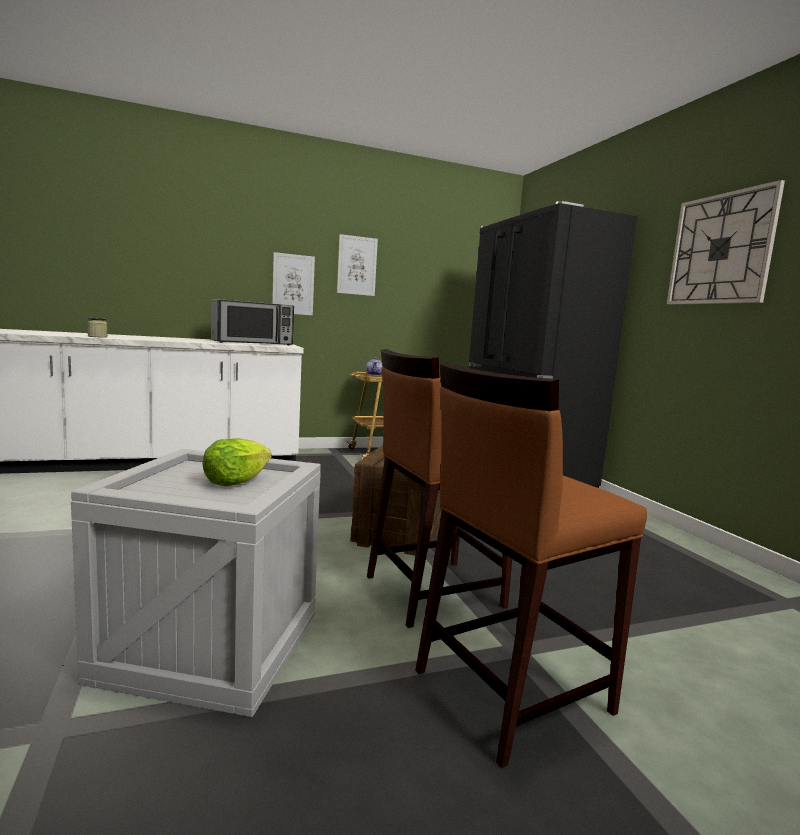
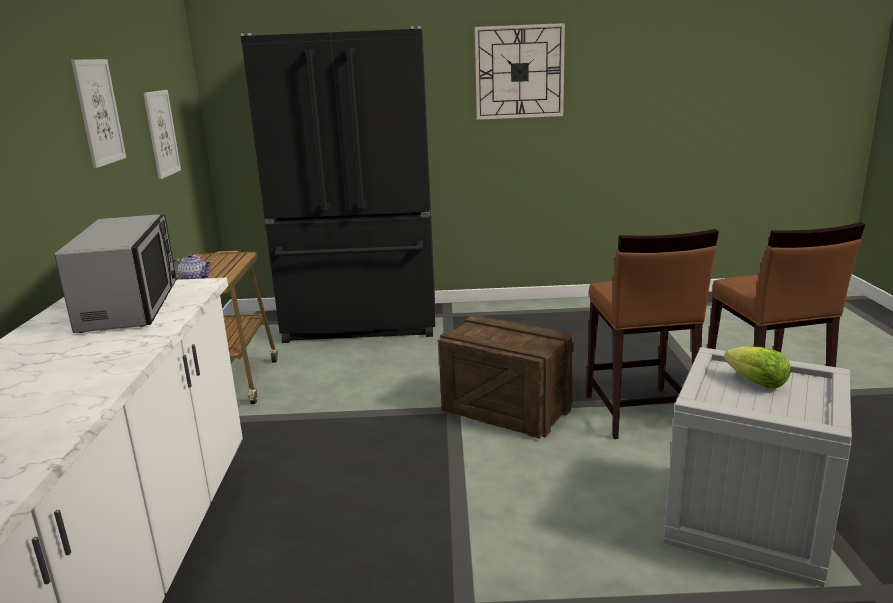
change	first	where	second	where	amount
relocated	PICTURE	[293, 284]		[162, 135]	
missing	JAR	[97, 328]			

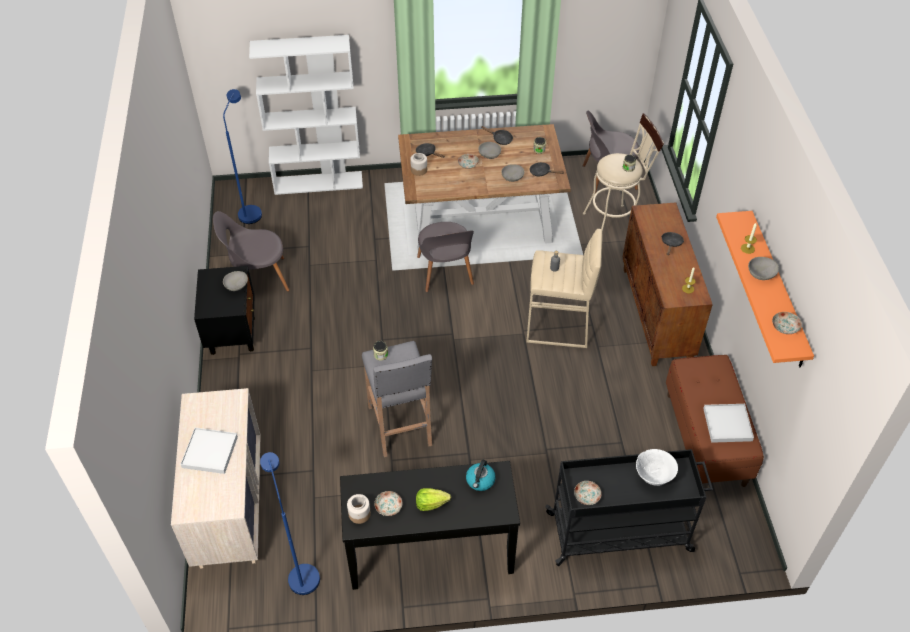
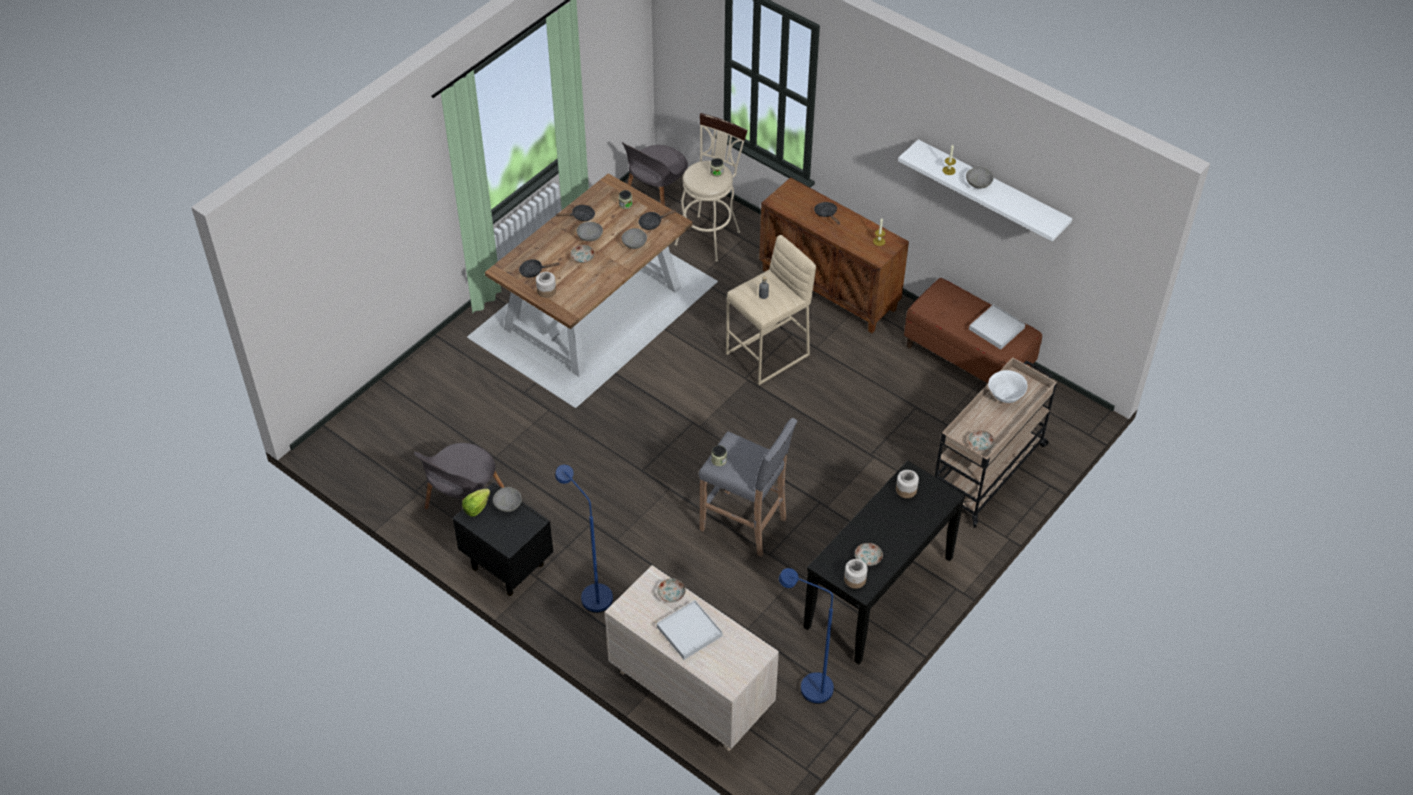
change	first	where	second	where	amount
missing	WHITE BOOKCASE	[306, 115]			
relocated	BLUE FLOOR LAMP	[242, 156]		[584, 539]	
colour	ORANGE SHELF	[765, 289]	WHITE SHELF	[985, 190]	
missing	GREY CHAIR	[445, 257]			
relocated	PLATE	[787, 323]		[671, 590]	
colour	BLACK CART	[629, 507]	BEIGE CART	[995, 442]	
exchanged	KETTLE	[481, 475]	JAR	[907, 484]	
relocated	LETTUCE	[433, 499]		[476, 503]	

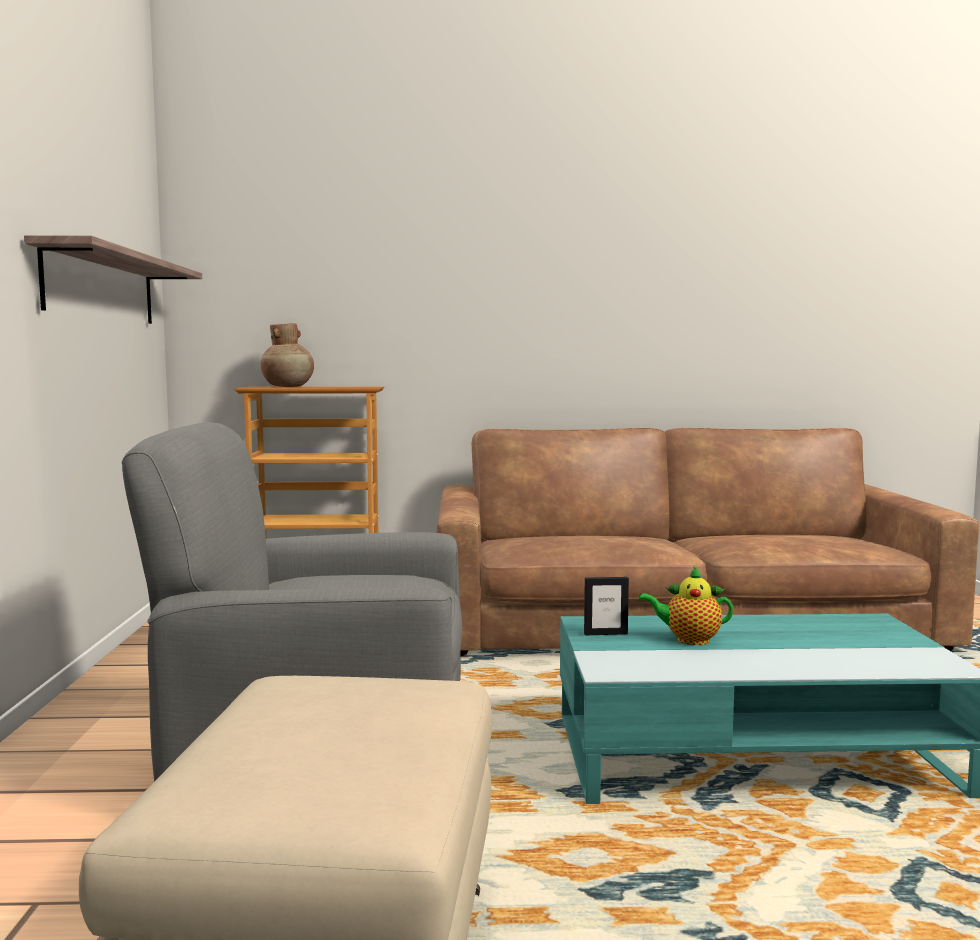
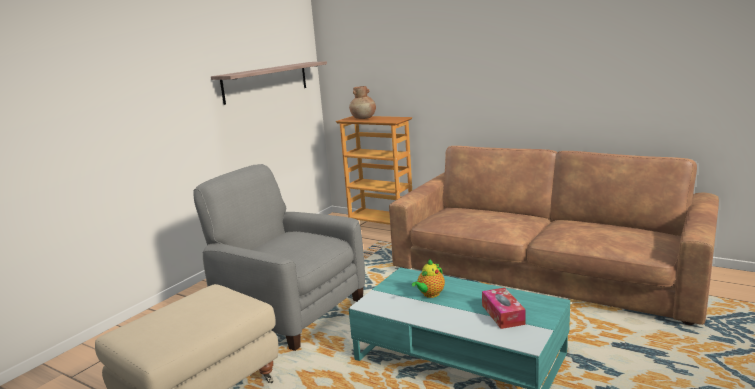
change	first	where	second	where	amount
spun	TEAPOT	[685, 605]		[428, 278]	90 degrees counterclockwise
missing	PICTURE FRAME	[606, 606]			
appeared			TISSUE BOX	[504, 308]	

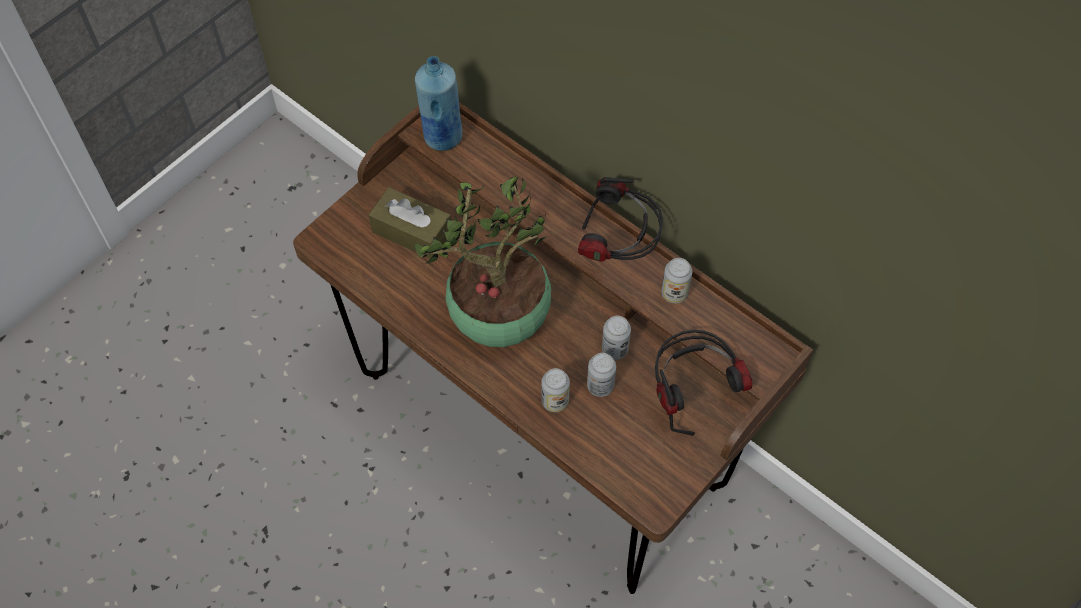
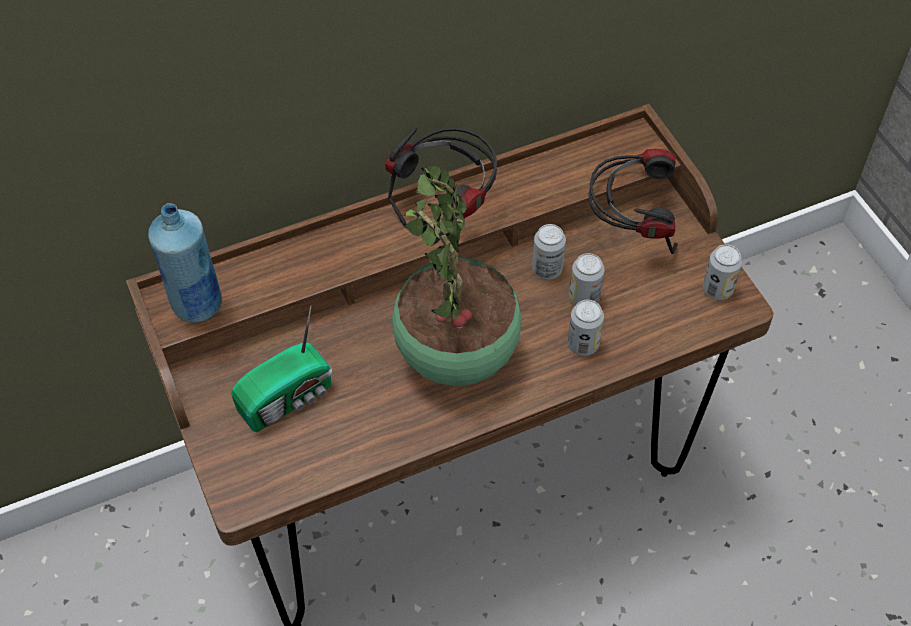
change	first	where	second	where	amount
exchanged	BROWN TISSUE BOX	[410, 223]	RADIO	[281, 369]	
relocated	CAN	[676, 280]		[722, 272]	

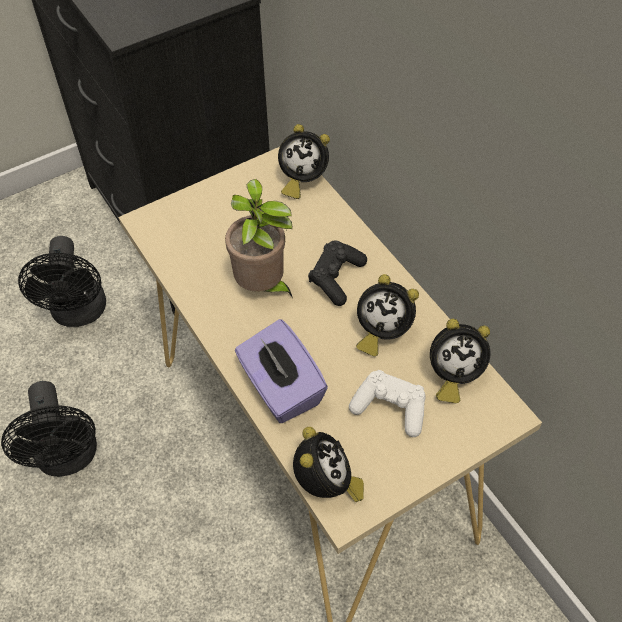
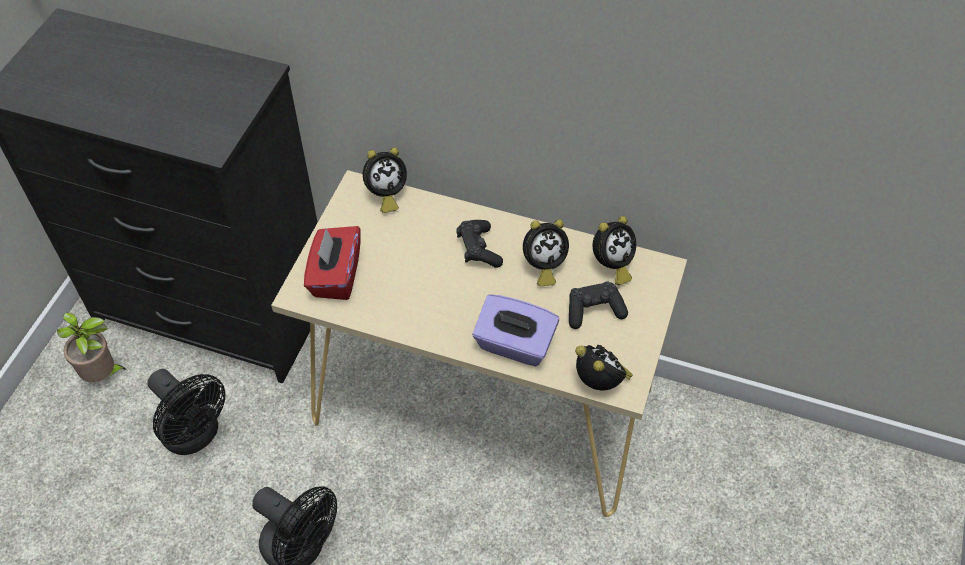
change	first	where	second	where	amount
relocated	POTTED PLANT	[259, 238]		[92, 347]	
colour	WHITE GAME CONTROLLER	[387, 403]	BLACK GAME CONTROLLER	[598, 305]	
appeared			RED TISSUE BOX	[332, 263]	

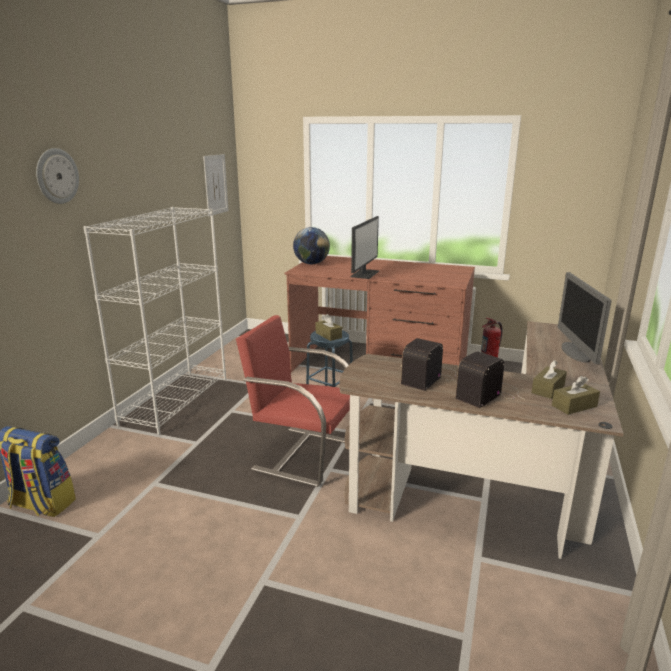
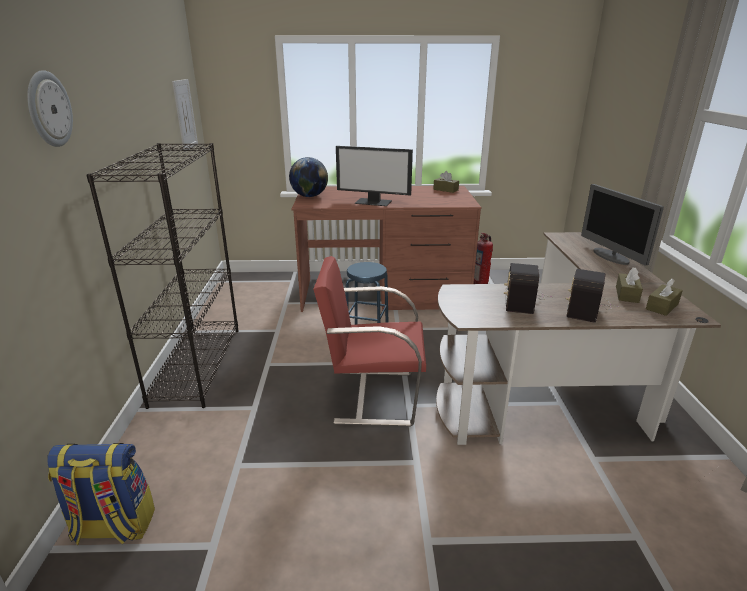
change	first	where	second	where	amount
colour	WHITE BOOKCASE	[155, 321]	BLACK BOOKCASE	[163, 276]	
spun	MONITOR	[364, 247]		[374, 176]	105 degrees clockwise
relocated	BROWN TISSUE BOX	[329, 327]		[446, 182]	

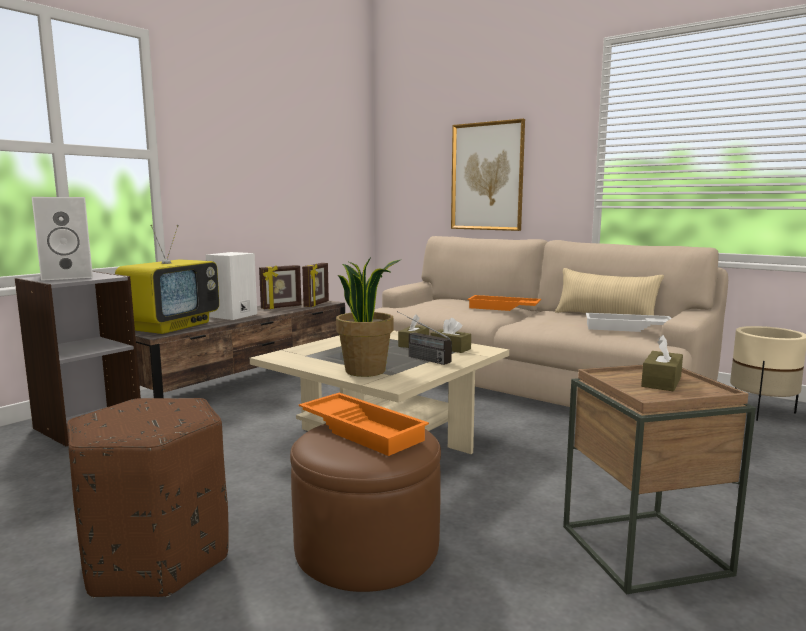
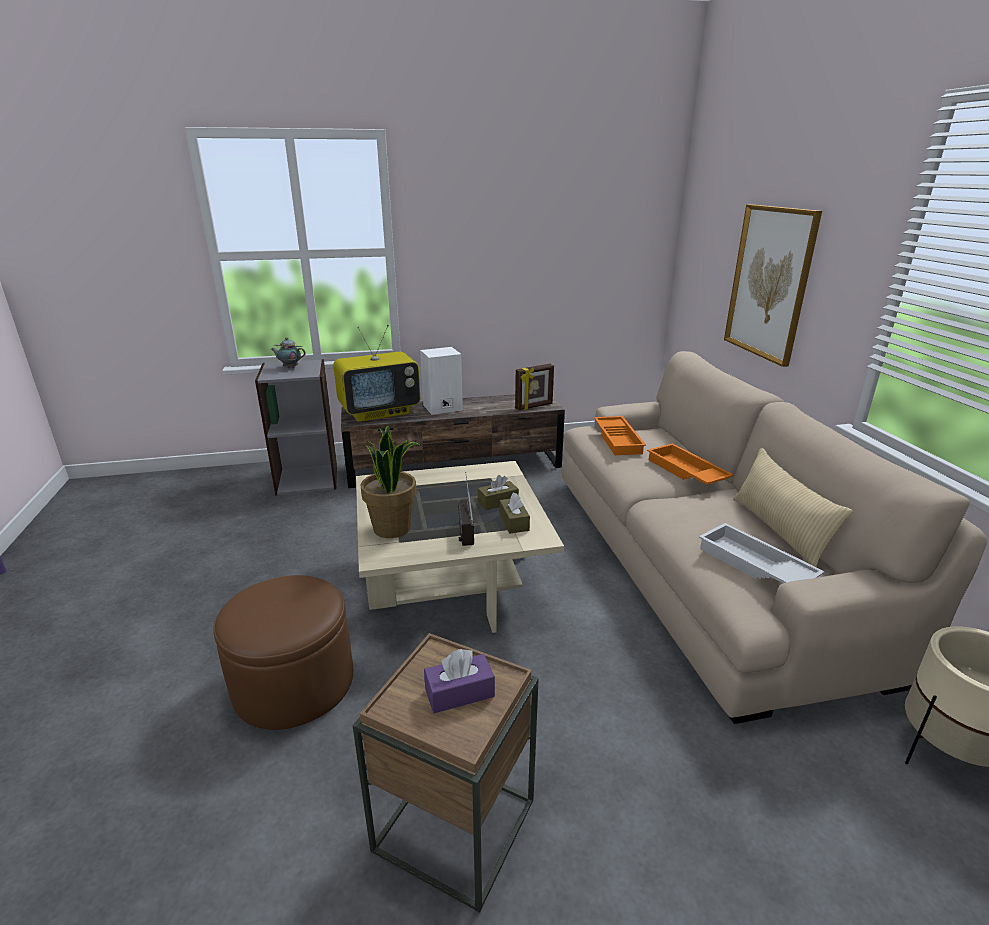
change	first	where	second	where	amount
exchanged	WHITE SPEAKER	[62, 239]	TEAPOT	[288, 352]	
missing	PICTURE FRAME	[280, 287]			
colour	BROWN TISSUE BOX	[662, 363]	PURPLE TISSUE BOX	[459, 681]	
relocated	ORANGE TRAY	[364, 424]		[620, 435]	
missing	BROWN OTTOMAN	[148, 498]			

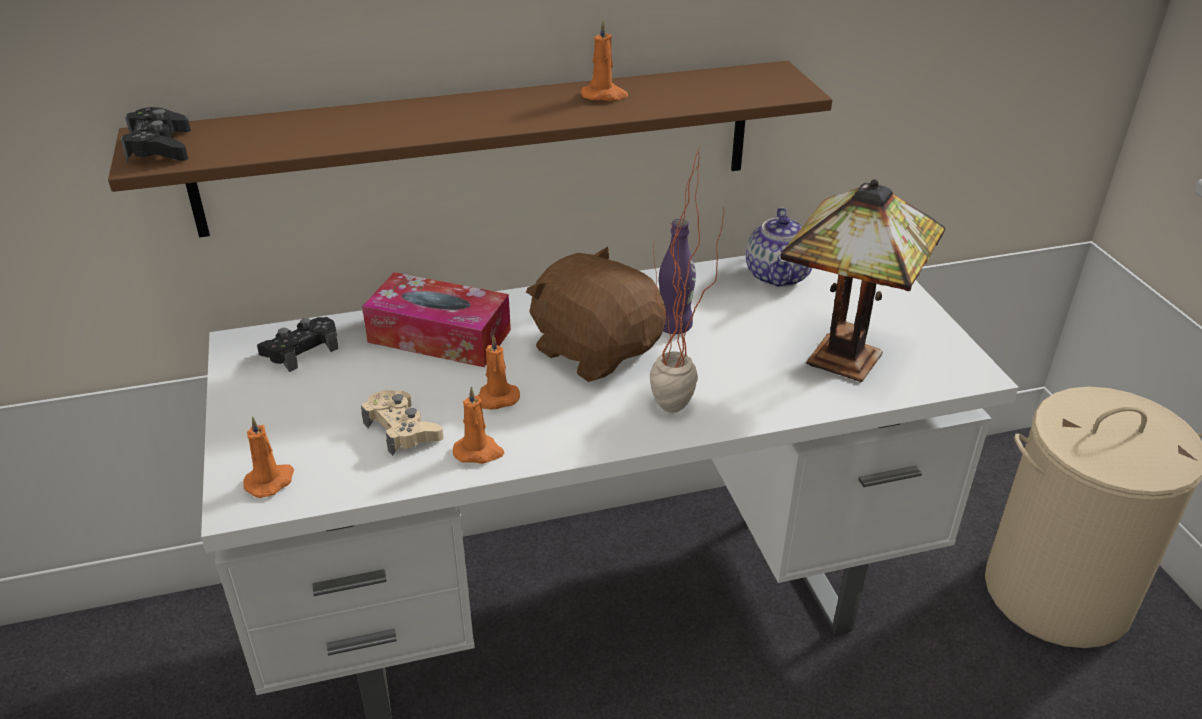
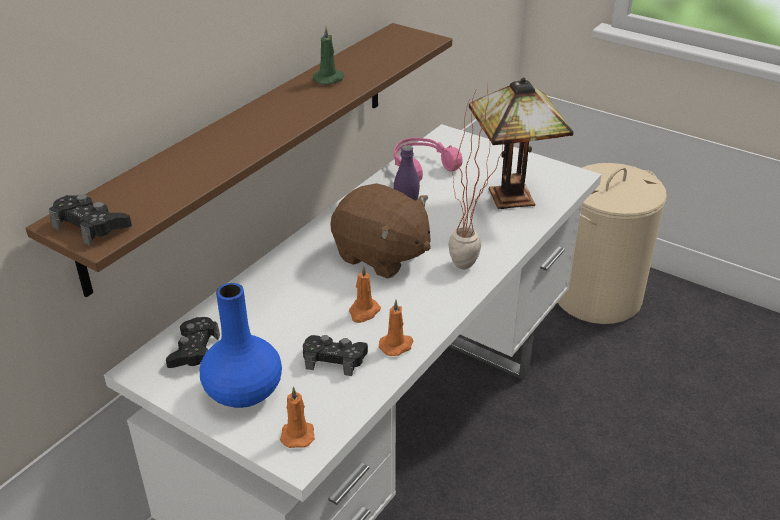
change	first	where	second	where	amount
colour	ORANGE CANDLE	[604, 60]	GREEN CANDLE	[329, 55]	
exchanged	TEAPOT	[779, 247]	PINK HEADPHONES	[428, 160]	
spun	BROWN PLUSH TOY	[596, 314]		[380, 231]	150 degrees counterclockwise
missing	TISSUE BOX	[436, 319]			
colour	BEIGE GAME CONTROLLER	[402, 423]	BLACK GAME CONTROLLER	[335, 355]	
appeared			BLUE VASE	[241, 345]	

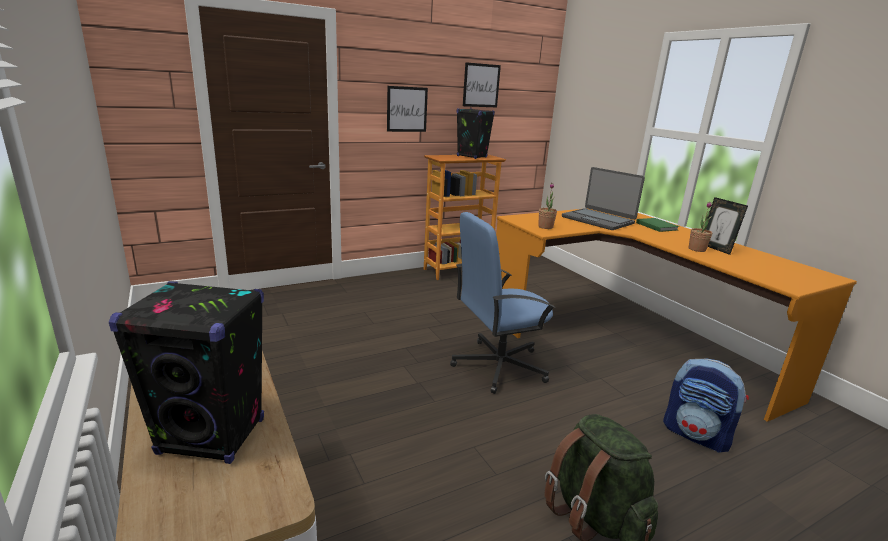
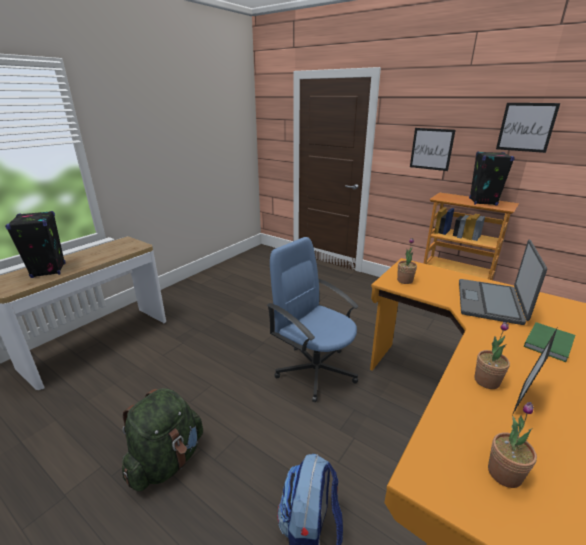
change	first	where	second	where	amount
appeared			POTTED PLANT	[512, 445]	

